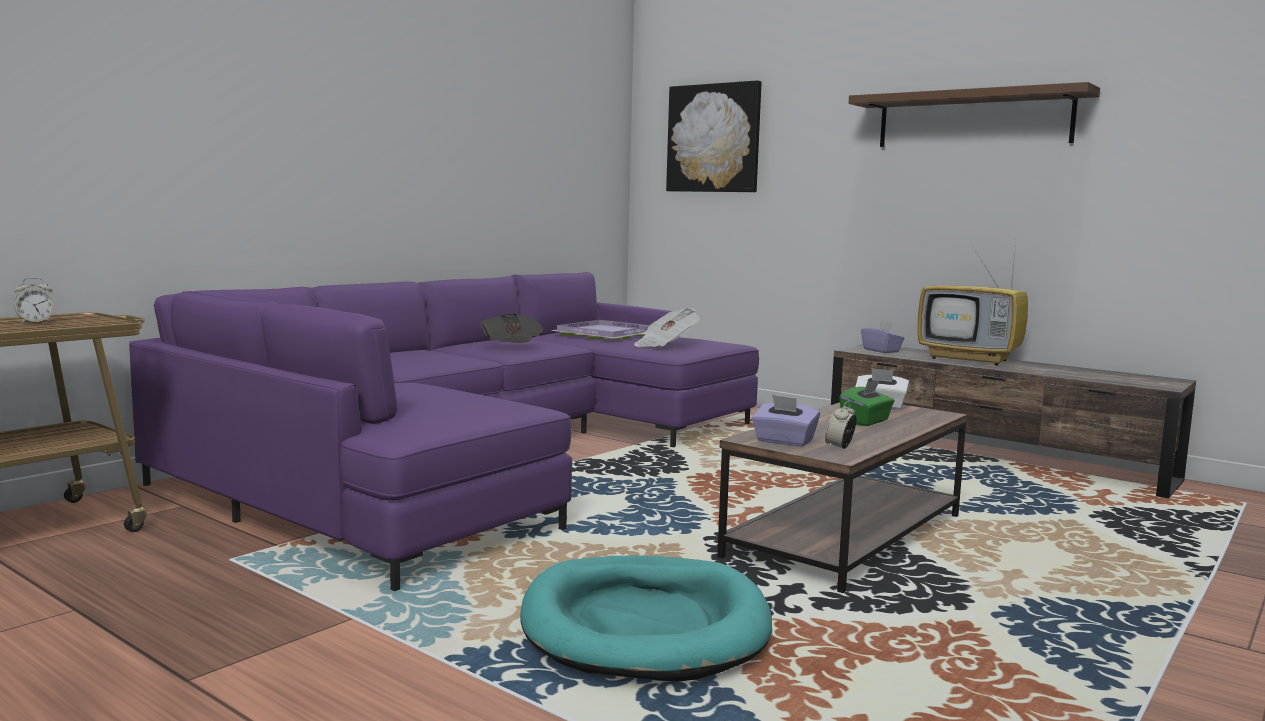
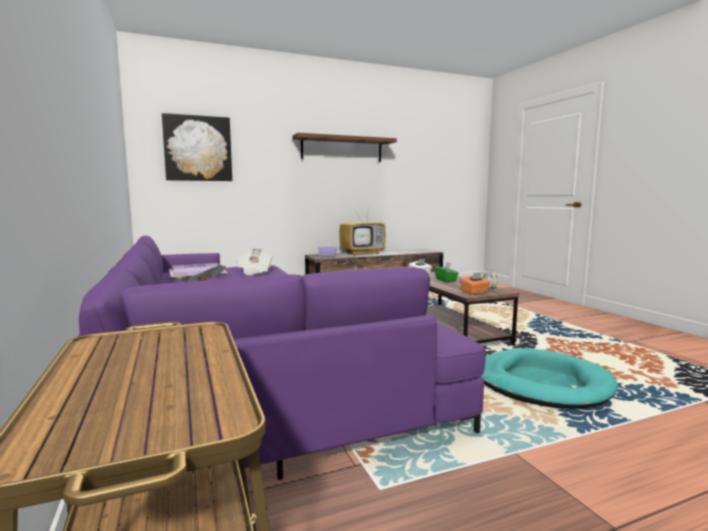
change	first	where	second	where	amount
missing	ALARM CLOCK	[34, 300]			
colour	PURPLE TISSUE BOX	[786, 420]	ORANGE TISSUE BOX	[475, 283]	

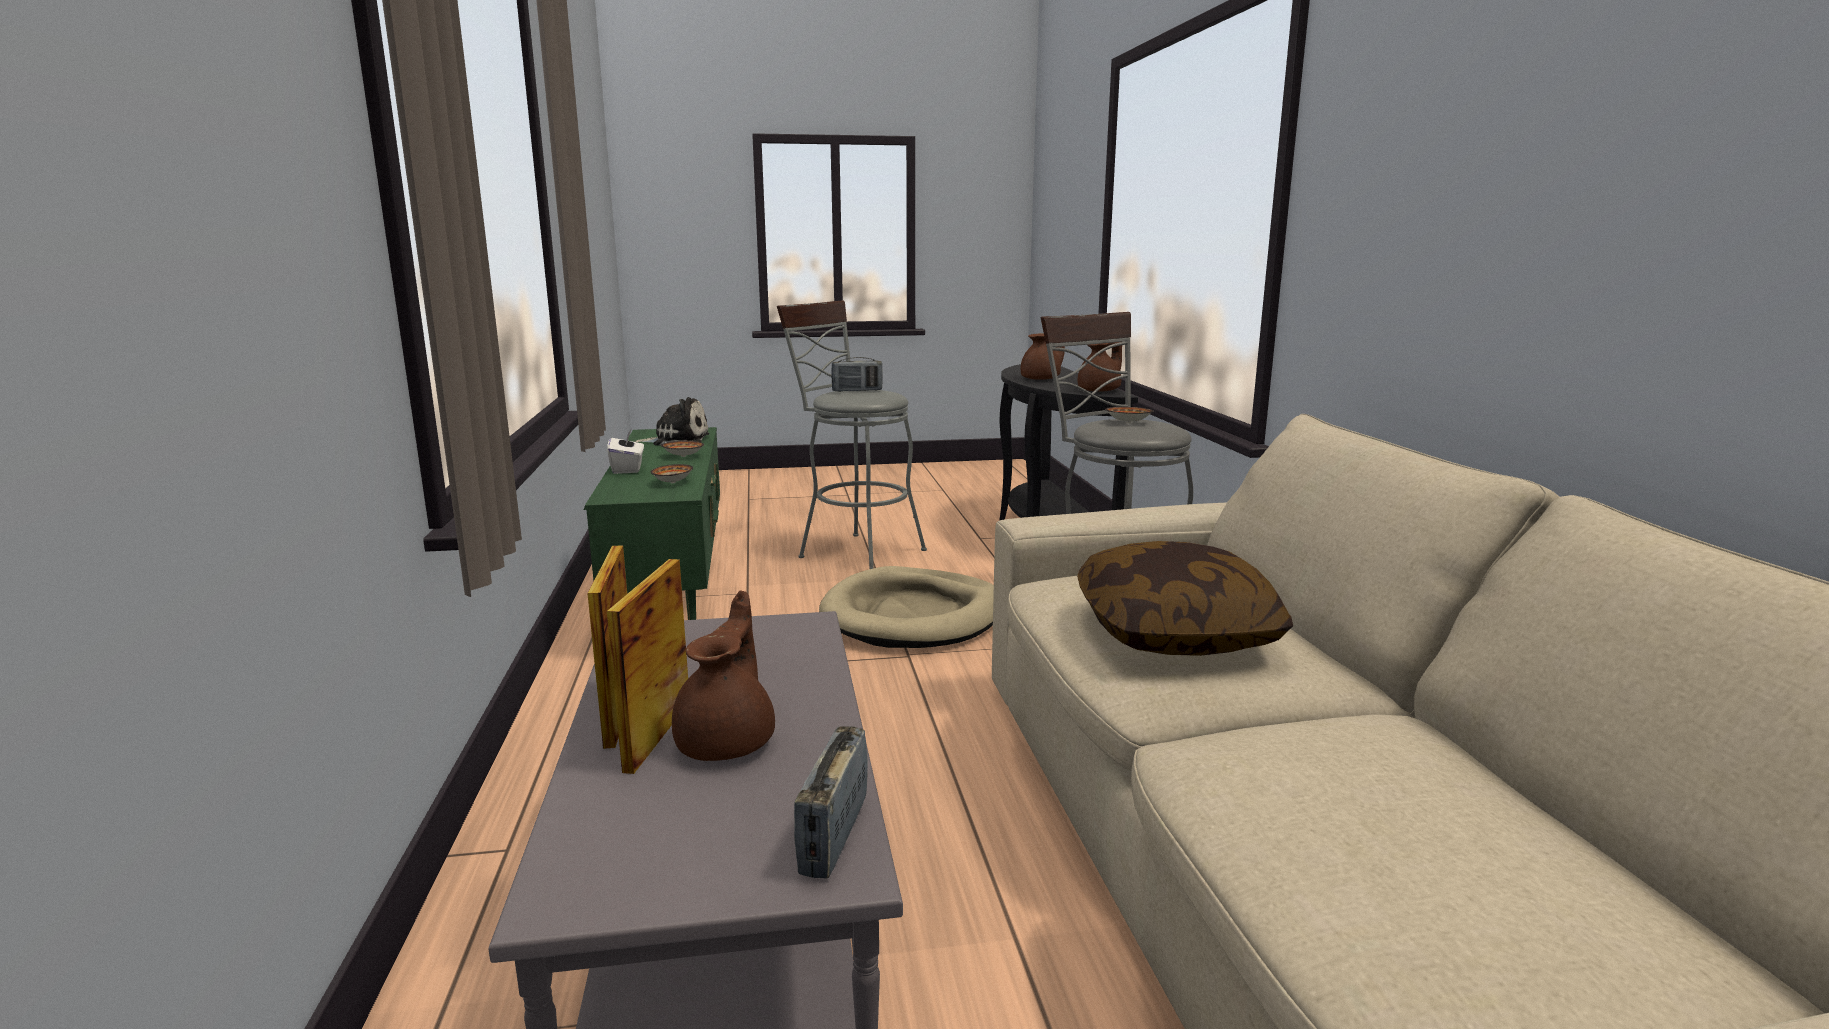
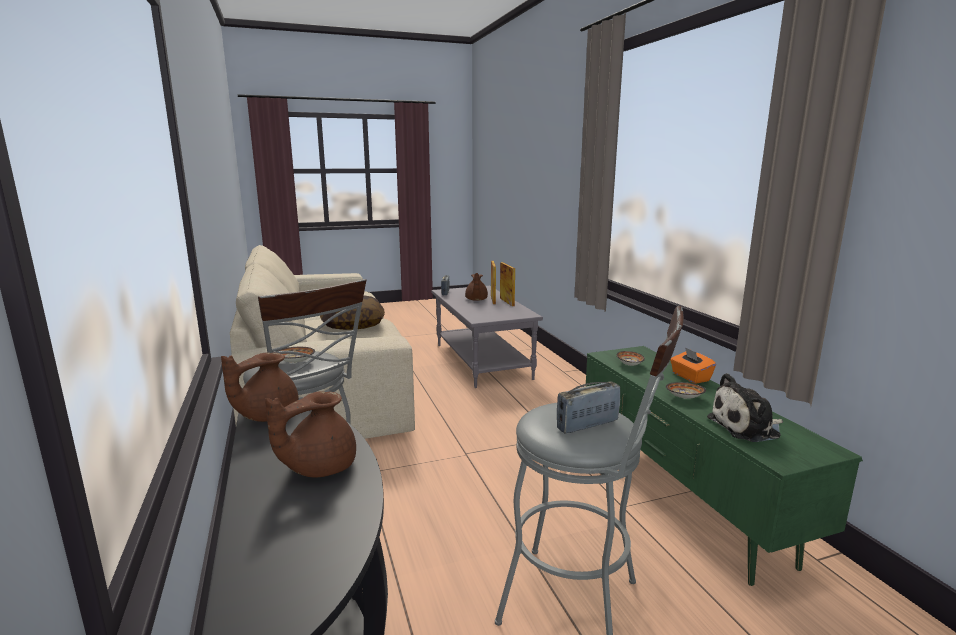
change	first	where	second	where	amount
colour	WHITE TISSUE BOX	[625, 452]	ORANGE TISSUE BOX	[693, 365]	
missing	BEIGE DOG BED	[906, 607]			

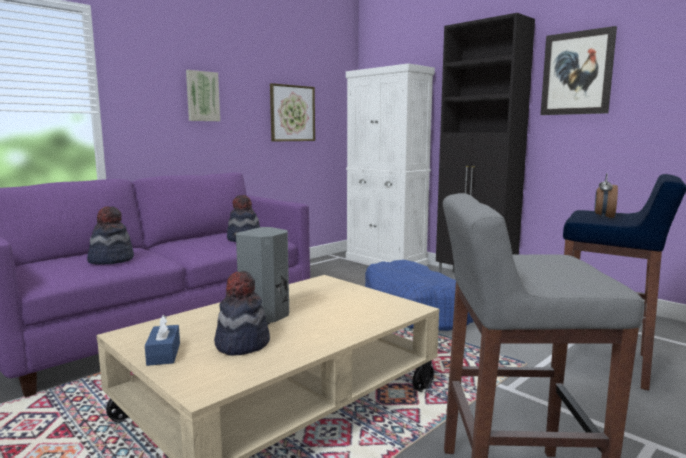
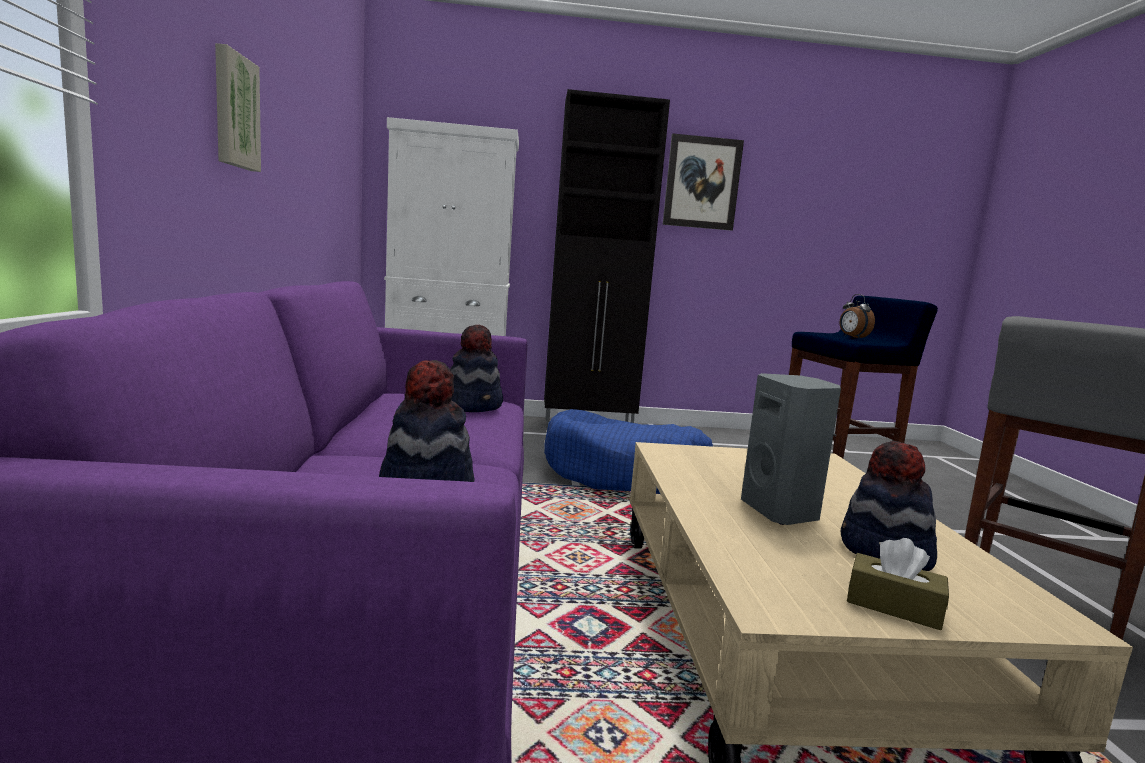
change	first	where	second	where	amount
missing	PICTURE	[292, 112]			
colour	BLUE TISSUE BOX	[162, 340]	BROWN TISSUE BOX	[898, 584]	

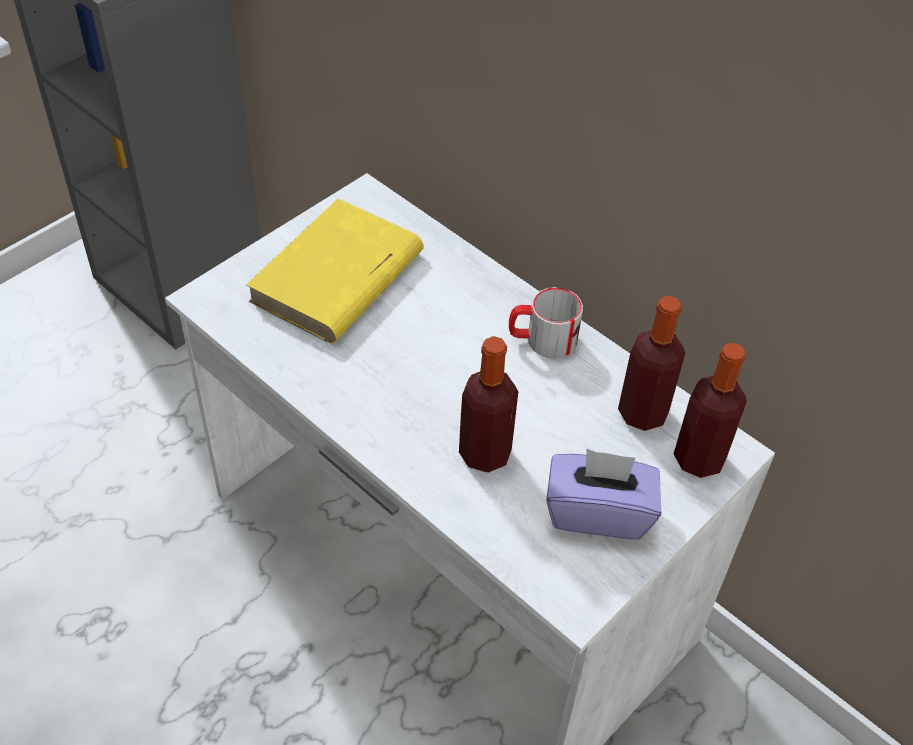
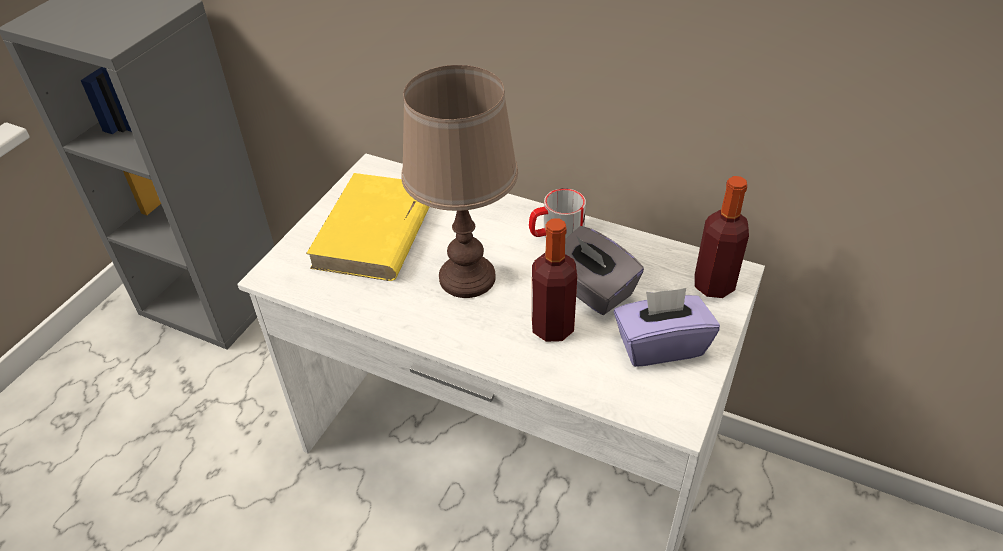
change	first	where	second	where	amount
missing	BOTTLE	[651, 363]			
appeared			BROWN TABLE LAMP	[459, 181]	
appeared			GREY TISSUE BOX	[604, 270]	

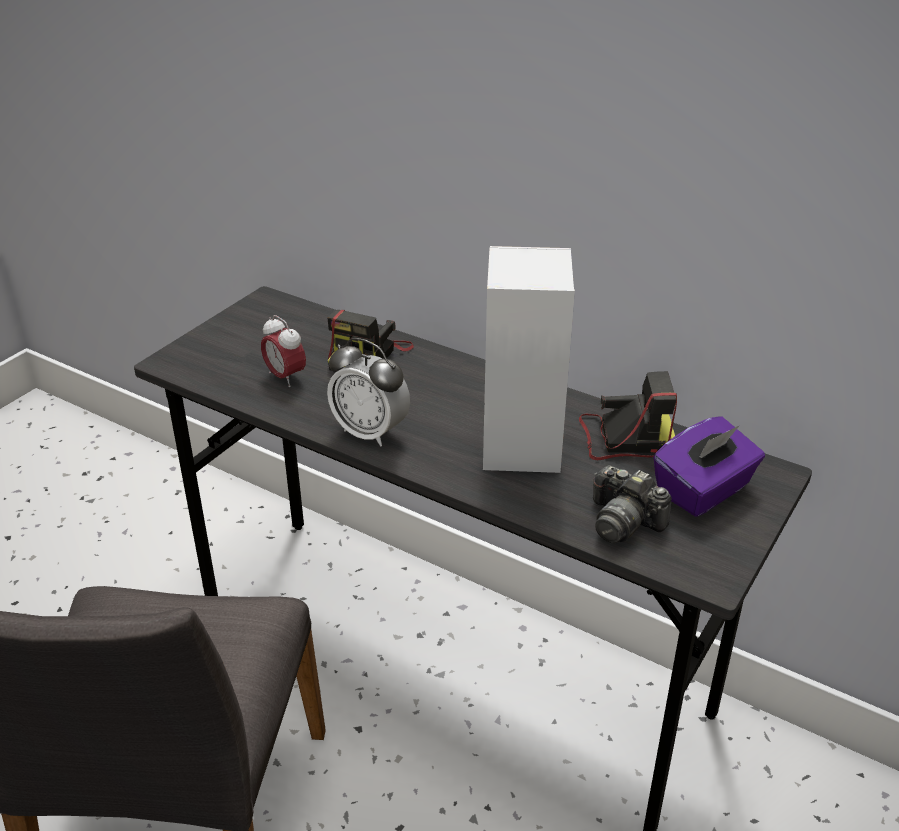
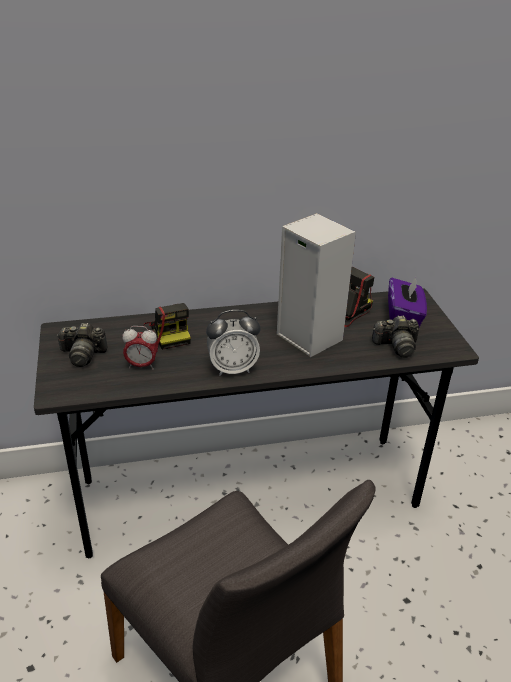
change	first	where	second	where	amount
appeared			PHOTO CAMERA	[82, 345]	

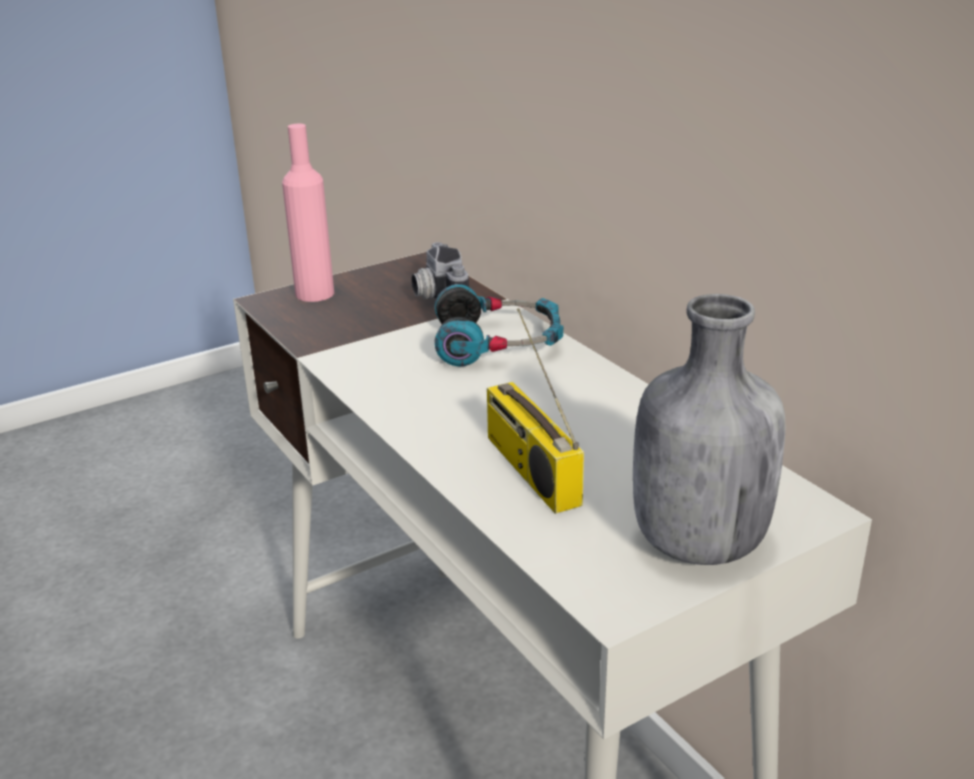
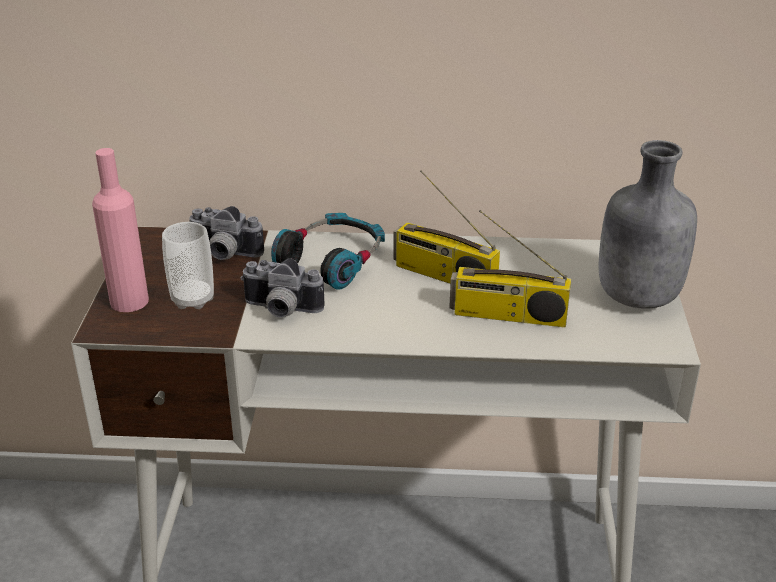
change	first	where	second	where	amount
appeared			RADIO	[446, 227]	
appeared			CUP	[188, 265]	
appeared			PHOTO CAMERA	[282, 288]	

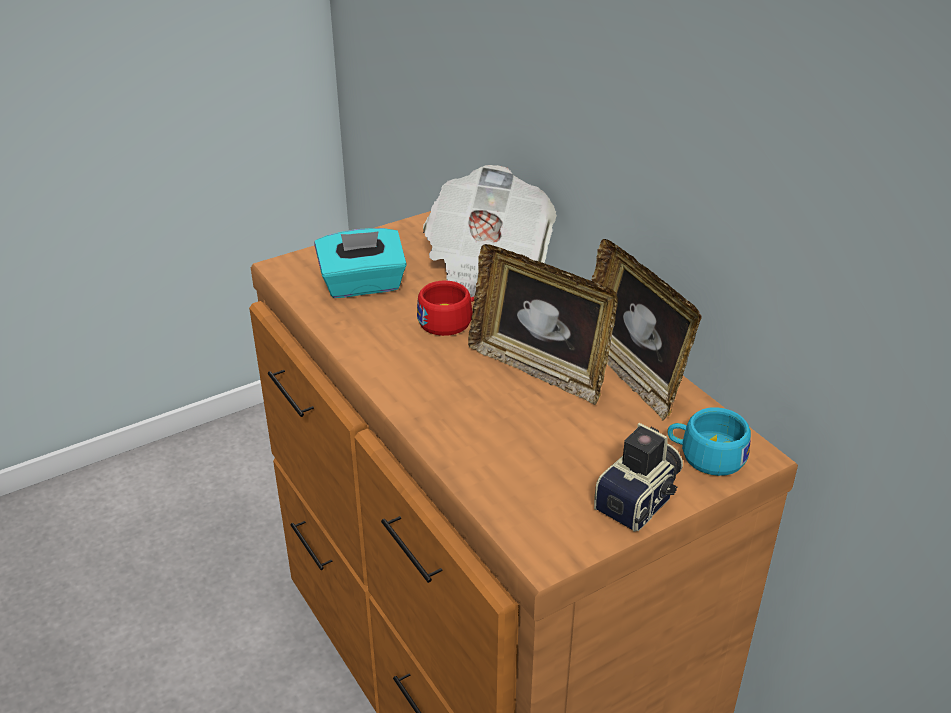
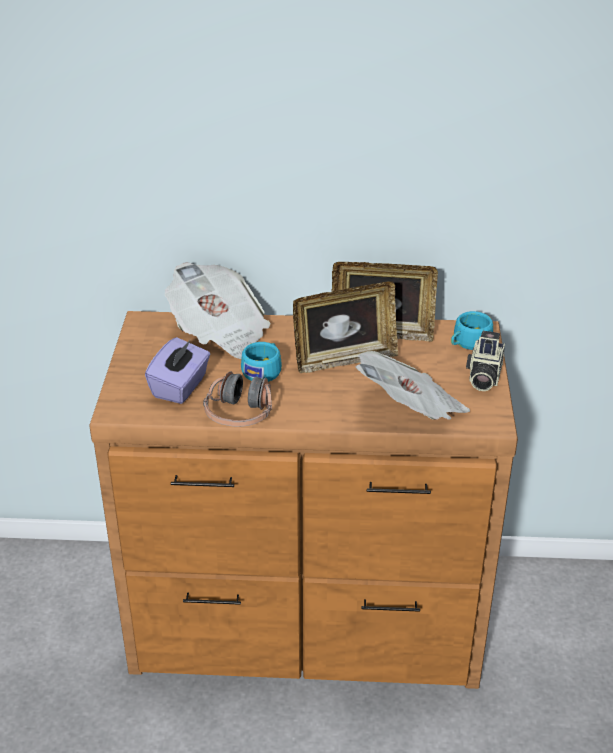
change	first	where	second	where	amount
colour	TURQUOISE TISSUE BOX	[361, 263]	PURPLE TISSUE BOX	[177, 370]	
colour	RED CUP	[445, 308]	TURQUOISE CUP	[261, 362]	
spun	PHOTO CAMERA	[638, 477]		[485, 361]	150 degrees counterclockwise
appeared			NEWSPAPER	[412, 385]	
appeared			HEADPHONES	[237, 399]	

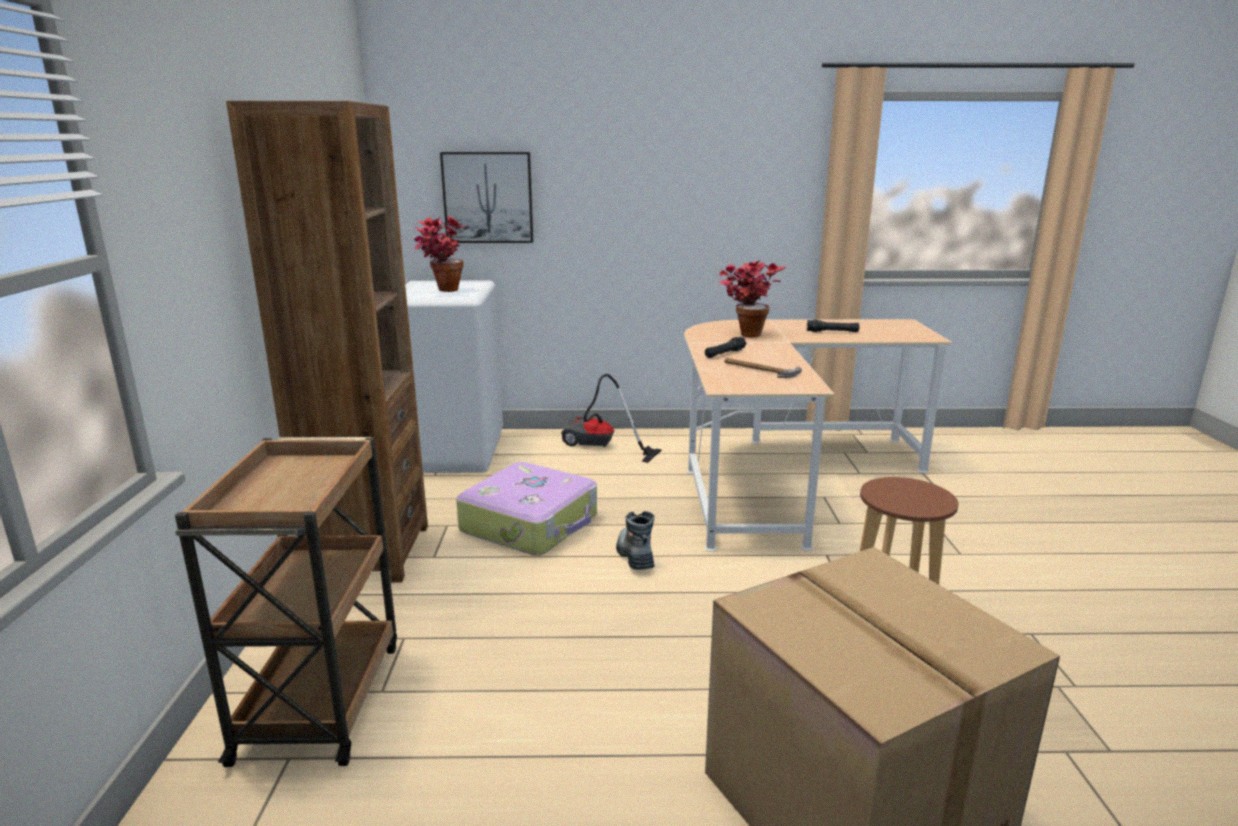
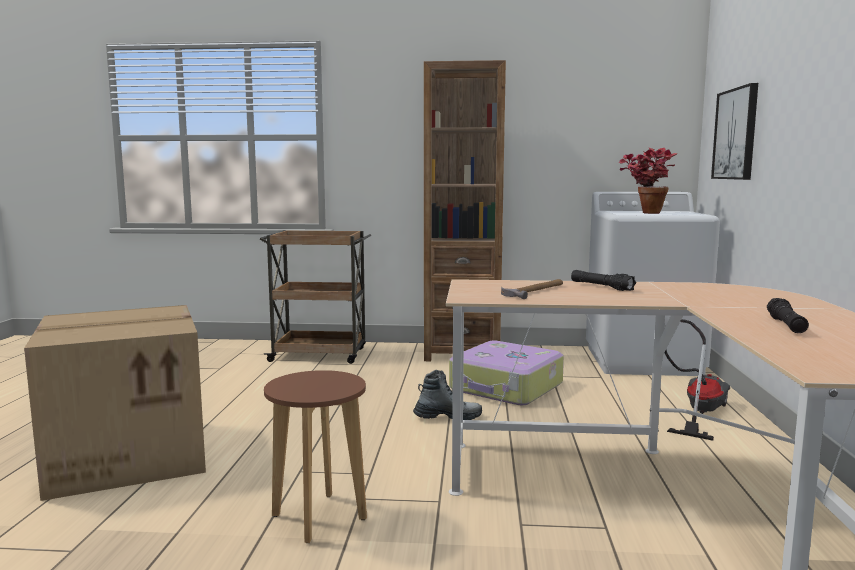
change	first	where	second	where	amount
missing	POTTED PLANT	[752, 298]			

